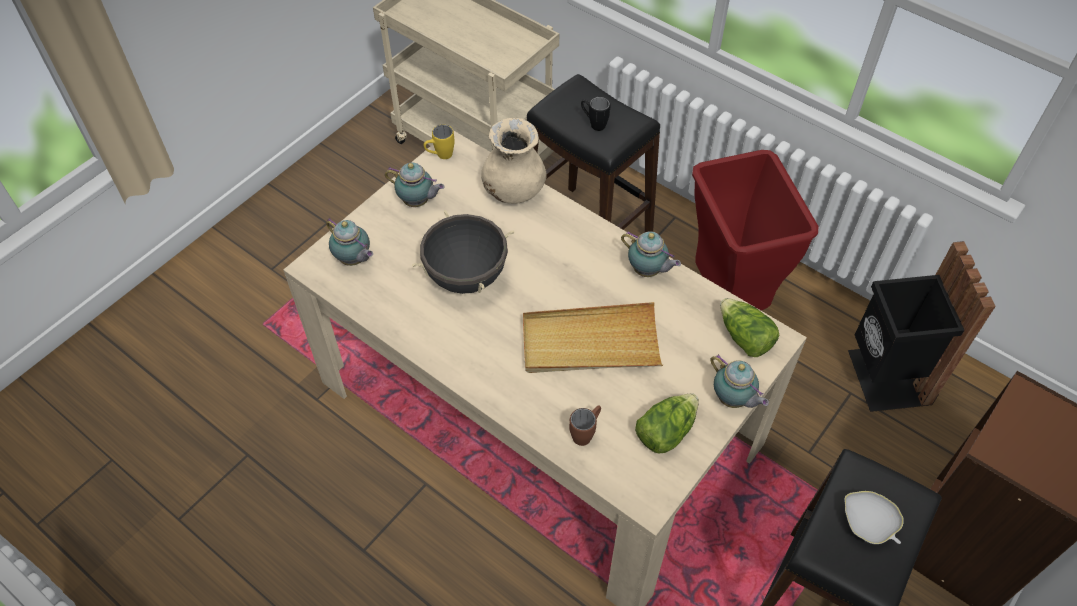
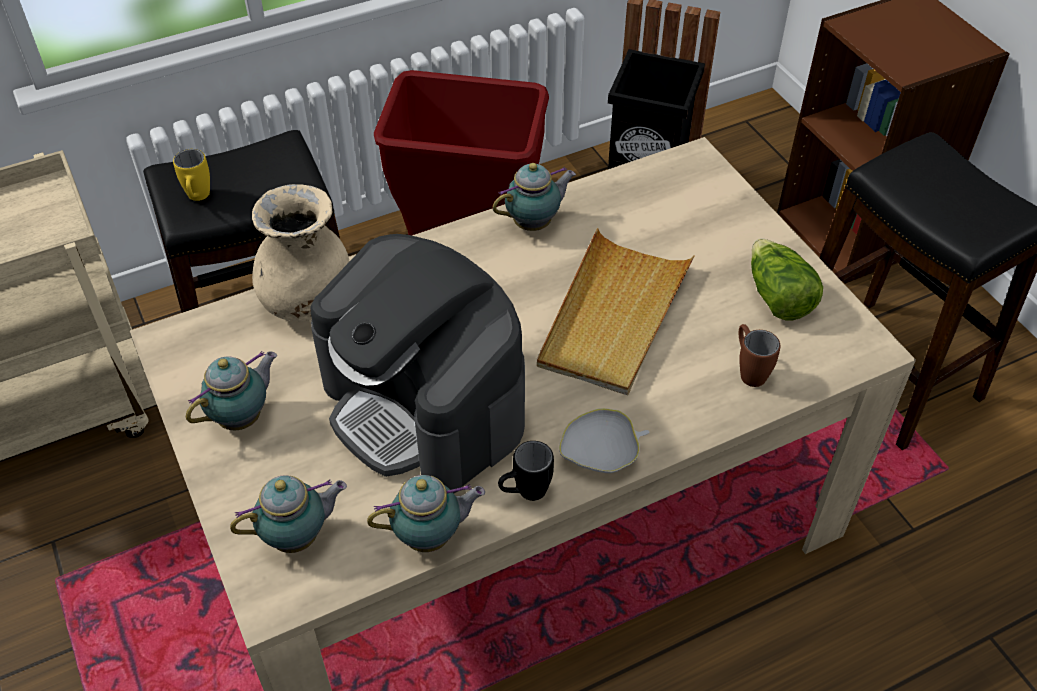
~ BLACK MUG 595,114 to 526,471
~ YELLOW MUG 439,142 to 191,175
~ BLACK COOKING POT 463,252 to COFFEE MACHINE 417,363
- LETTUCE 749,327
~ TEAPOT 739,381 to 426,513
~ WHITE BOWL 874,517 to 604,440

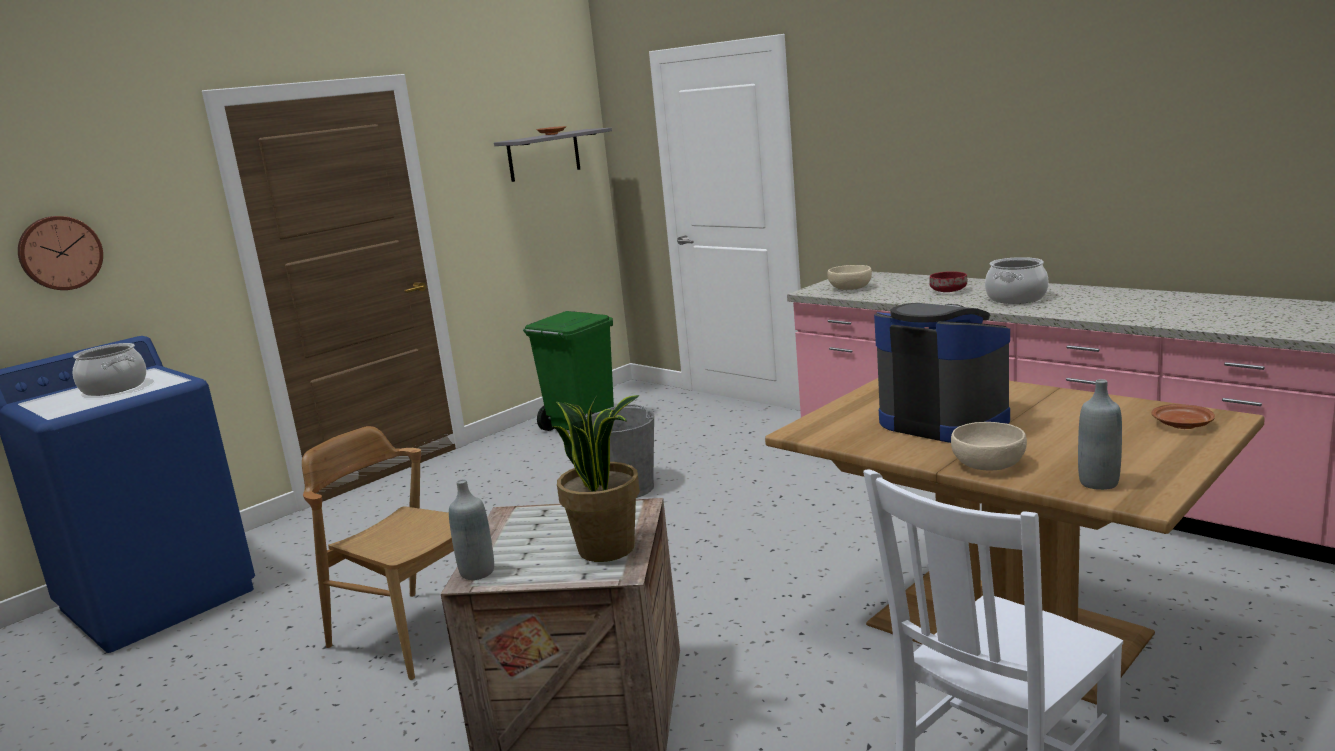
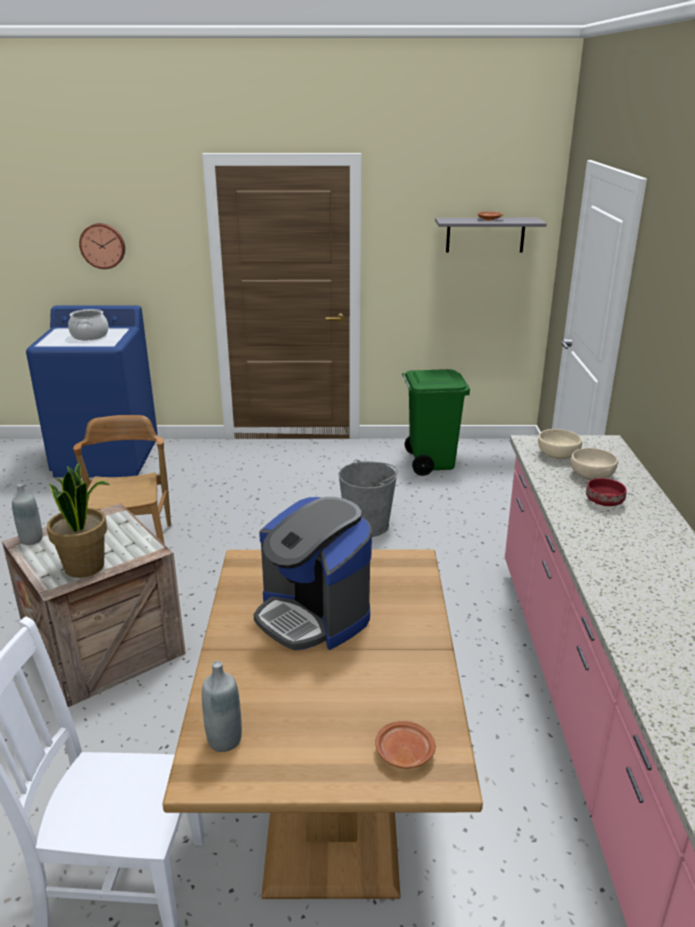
- COOKING POT 1017,280
~ COFFEE MACHINE 942,373 = 312,573 135 degrees clockwise
~ BEIGE BOWL 989,446 to 594,464

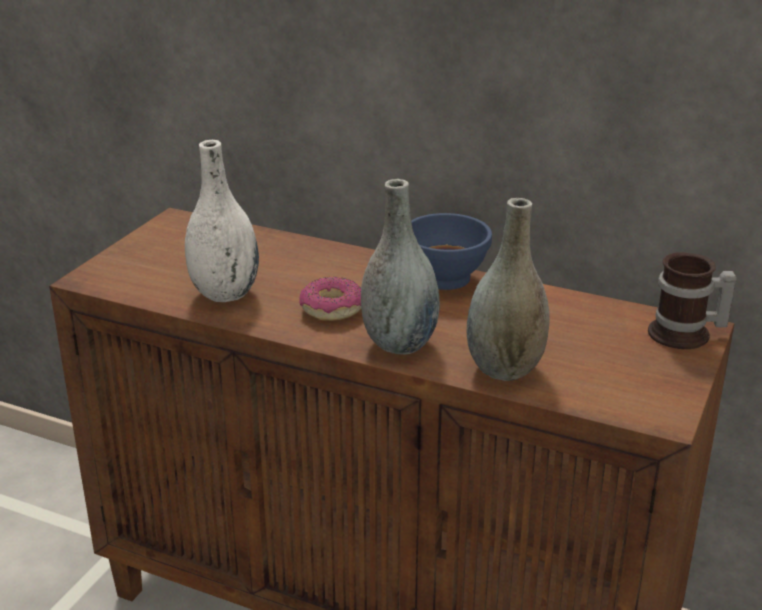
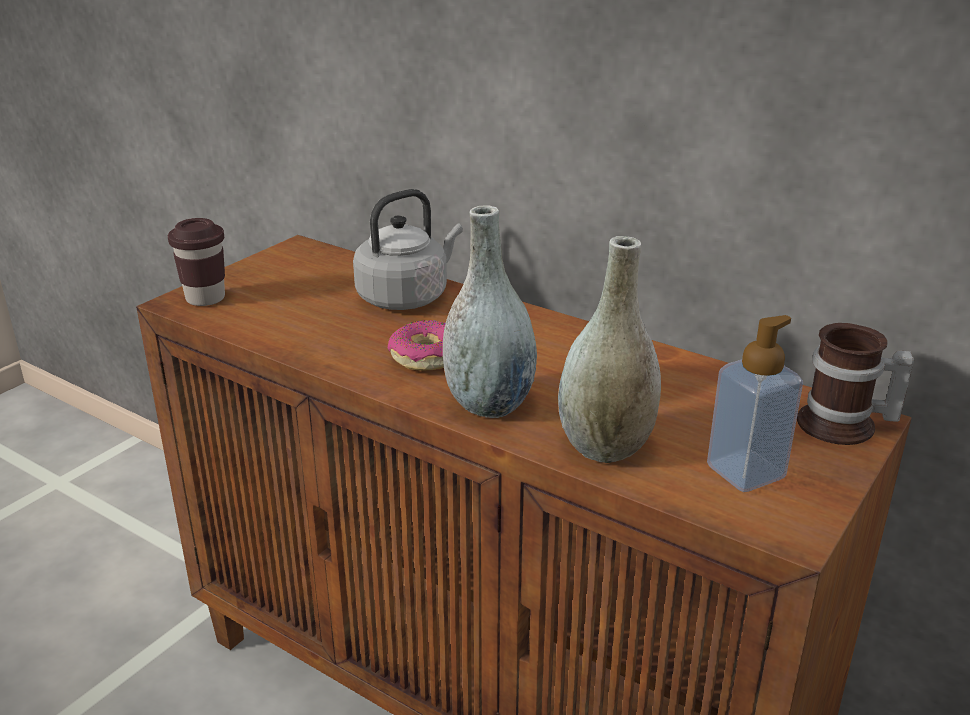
- WHITE VASE 222,221
- BLUE BOWL 451,251
+ GREY KETTLE 408,249
+ BROWN CUP 196,262
+ SOAP DISPENSER 755,403

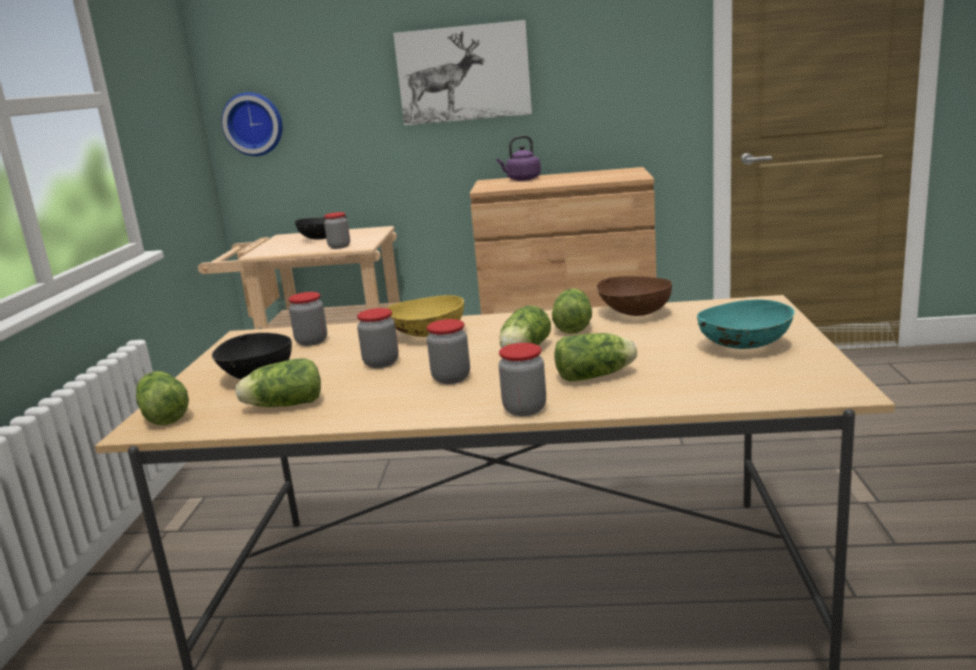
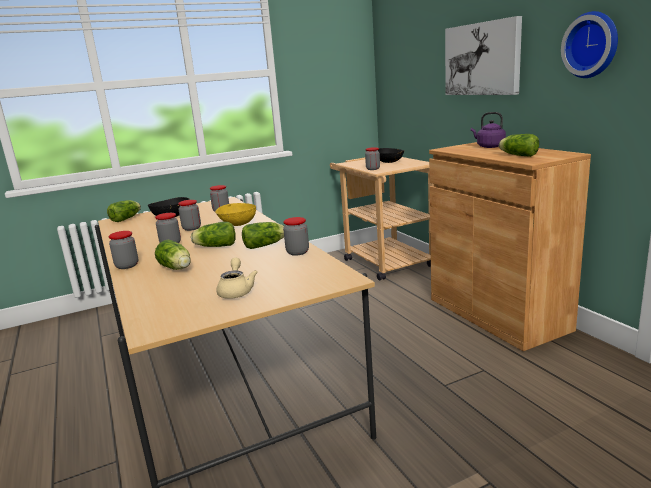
~ WALL CLOCK 252,124 to 589,44
~ BROWN BOWL 634,296 to JAR 296,236
~ TURQUOISE BOWL 746,324 to BEIGE TEAPOT 237,278
~ LETTUCE 278,382 to 519,145

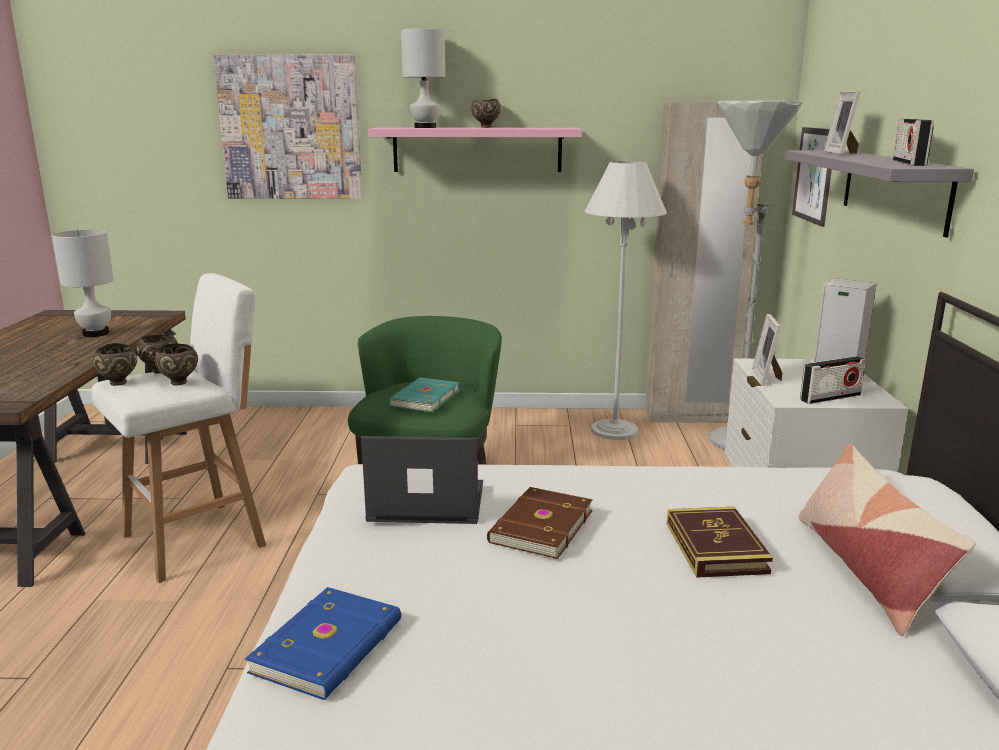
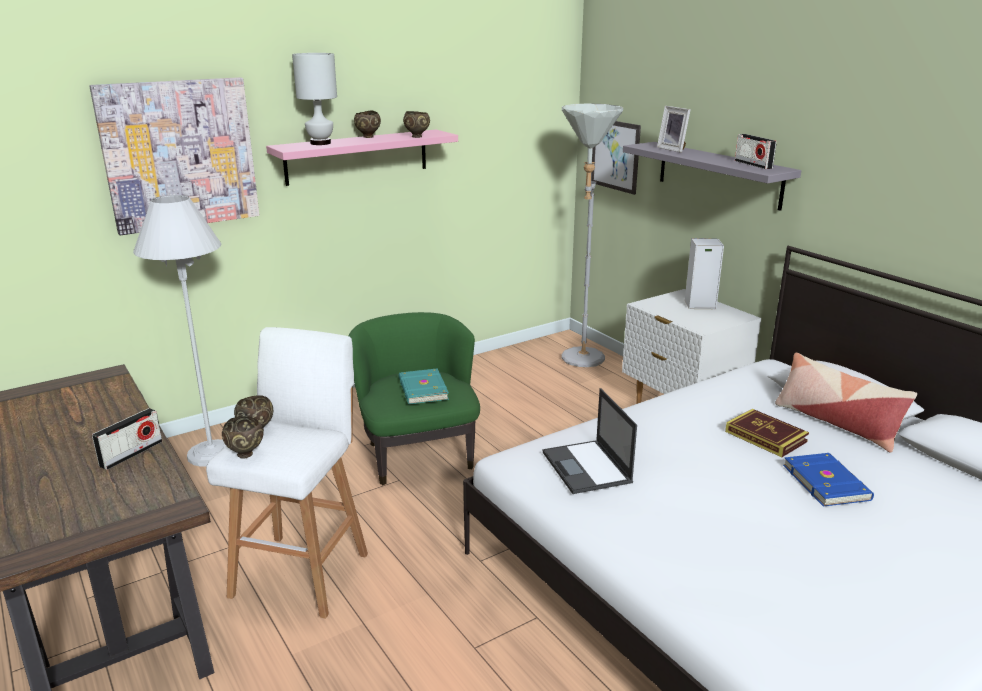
- BEIGE WARDROBE 704,263
~ WHITE FLOOR LAMP 625,300 to 179,331
- WHITE TABLE LAMP 83,283
- PICTURE FRAME 767,350
~ BROWN BOWL 176,364 to 416,124
~ RADIO 833,380 to 127,439
~ LAPTOP 422,480 = 590,441 75 degrees counterclockwise
- BROWN BOOK 540,523
~ BLUE BOOK 323,643 to 828,480

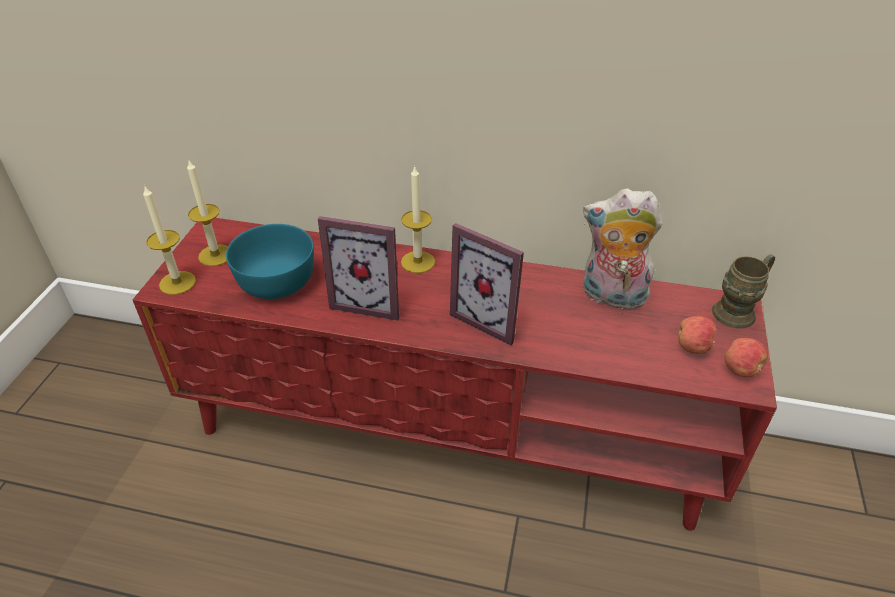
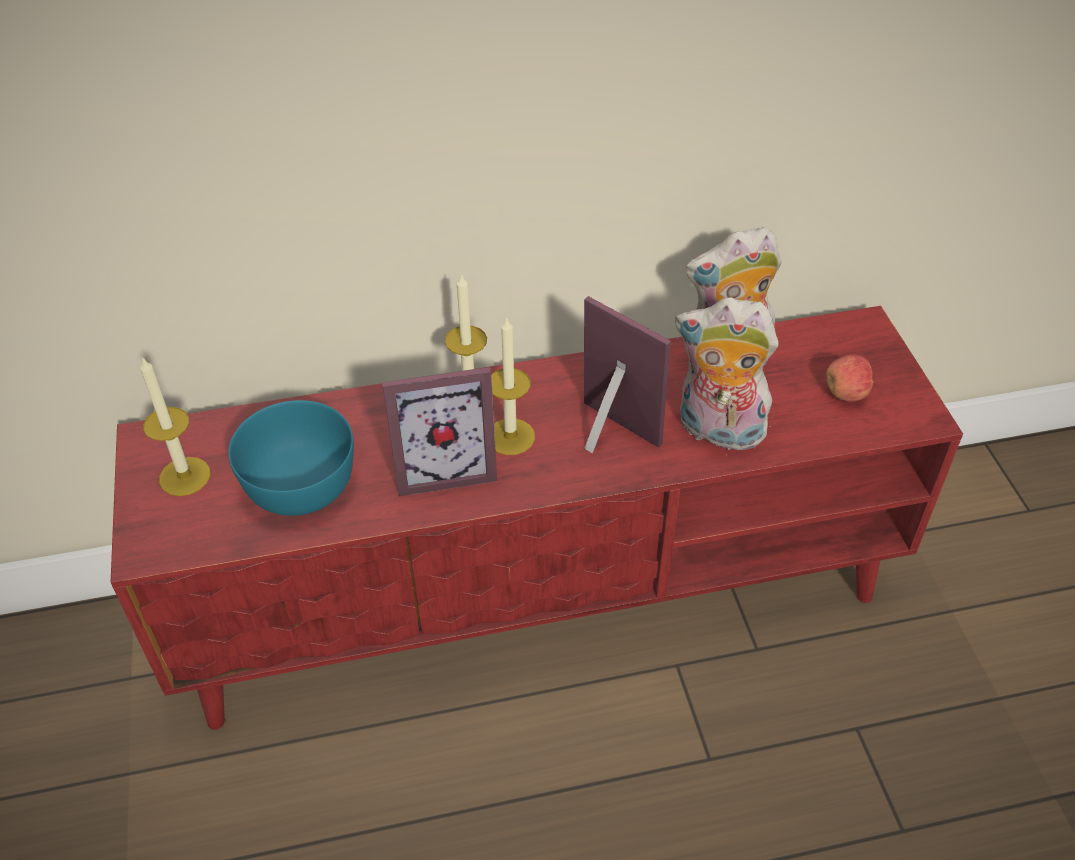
~ CANDLE 169,240 to 513,385
~ PICTURE FRAME 487,284 = 627,375 150 degrees counterclockwise
- BROWN MUG 743,291
- APPLE 746,357
+ PLUSH TOY 727,376

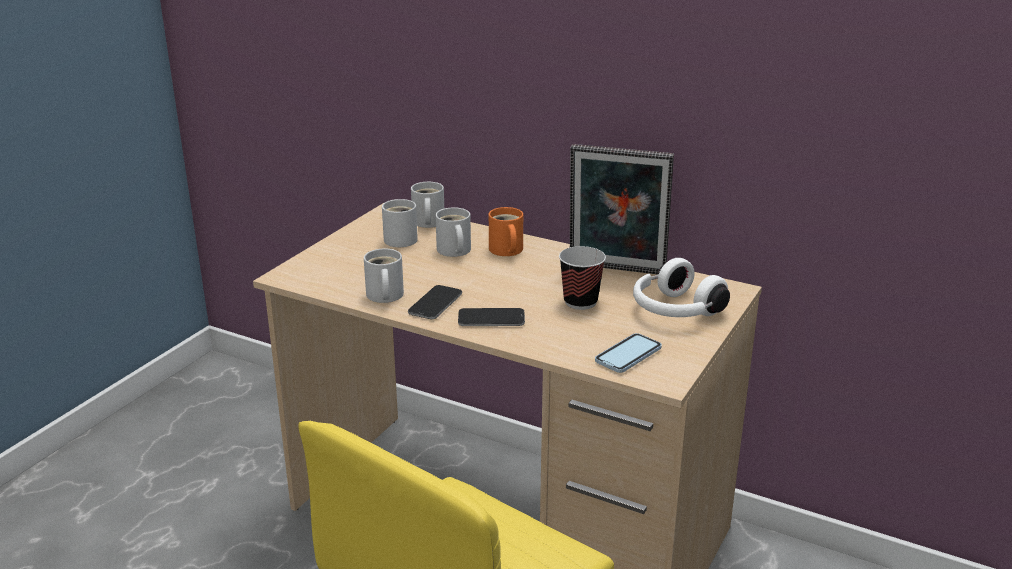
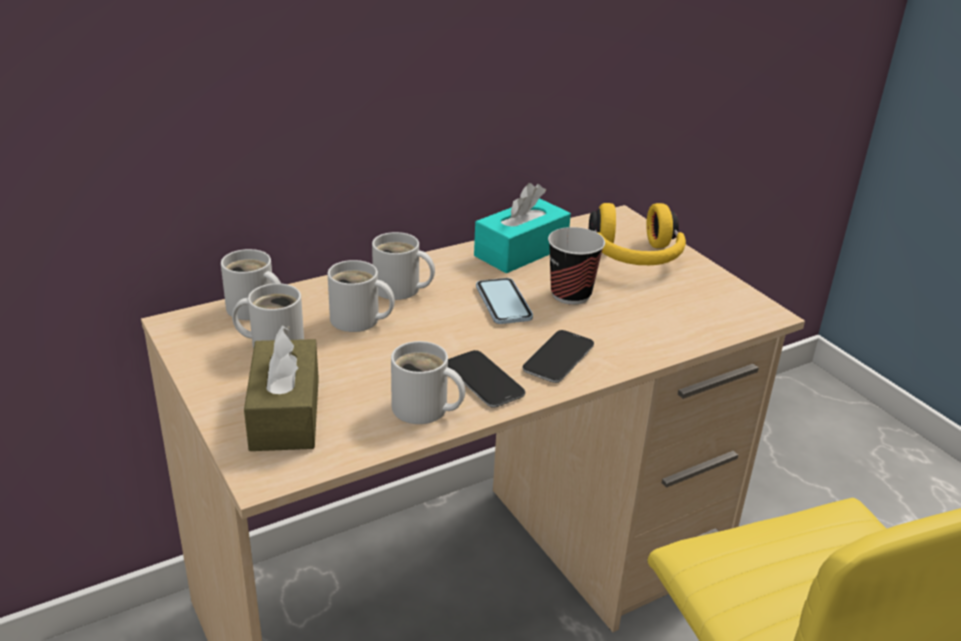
~ PICTURE FRAME 622,209 to TURQUOISE TISSUE BOX 522,228
~ ORANGE MUG 506,231 to WHITE MUG 403,266
~ WHITE HEADPHONES 681,287 to YELLOW HEADPHONES 637,234
~ PHONE 628,353 to 504,301
+ BROWN TISSUE BOX 281,388

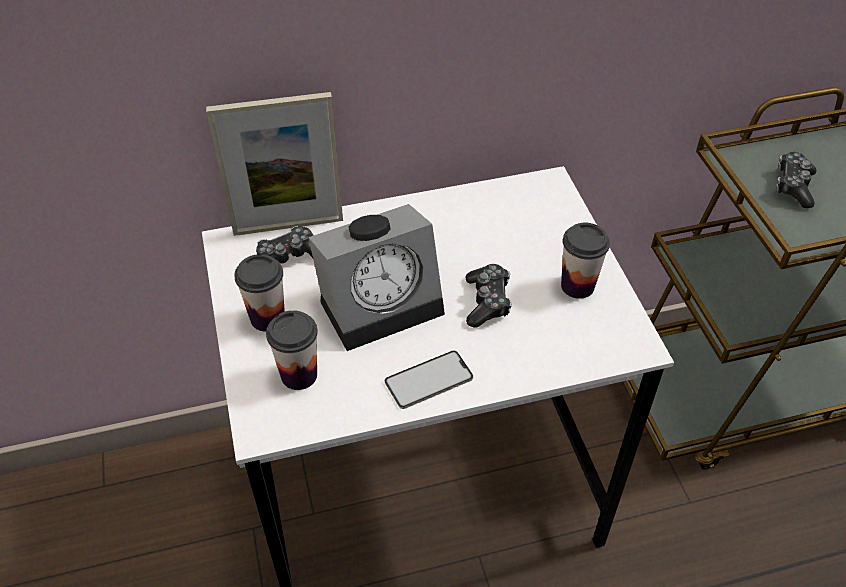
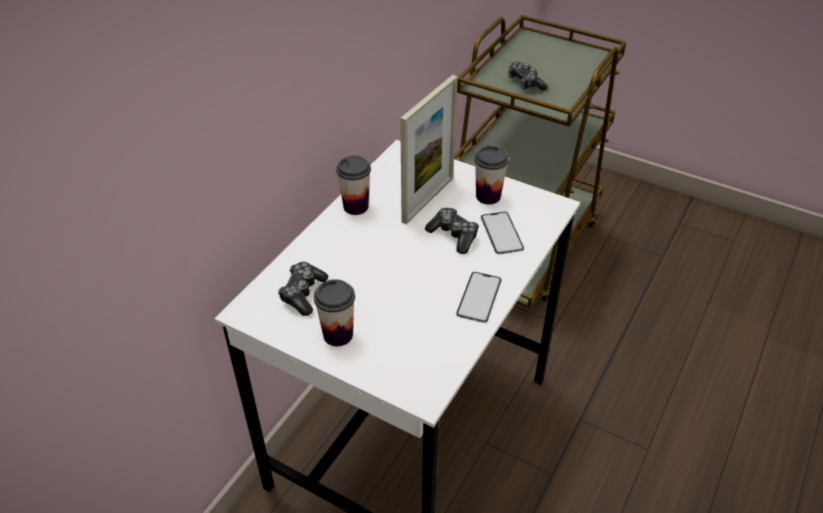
~ PICTURE FRAME 274,164 to 429,149
- ALARM CLOCK 376,277
~ CUP 292,350 to 353,185
+ PHONE 502,233

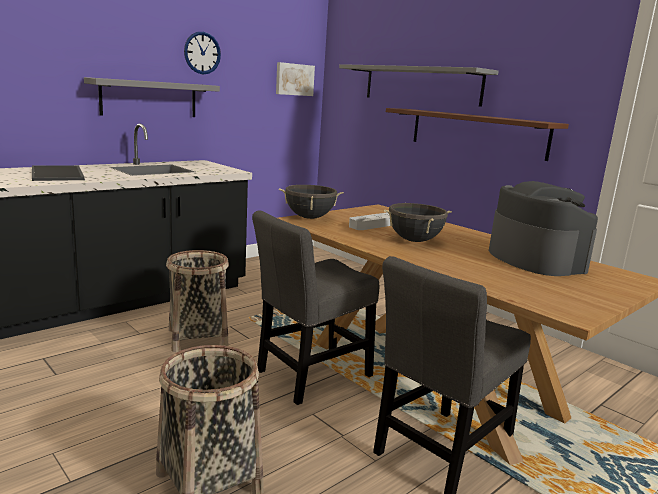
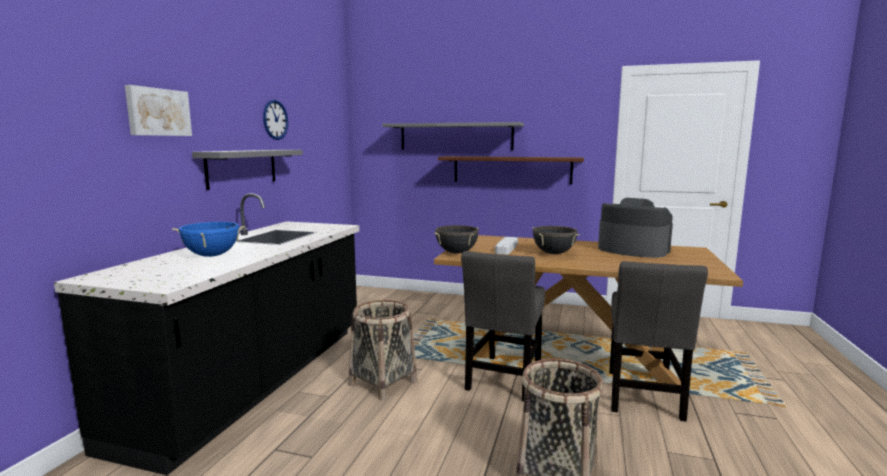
~ PICTURE 295,79 to 158,110
~ TRAY 58,173 to BLUE COOKING POT 209,239

